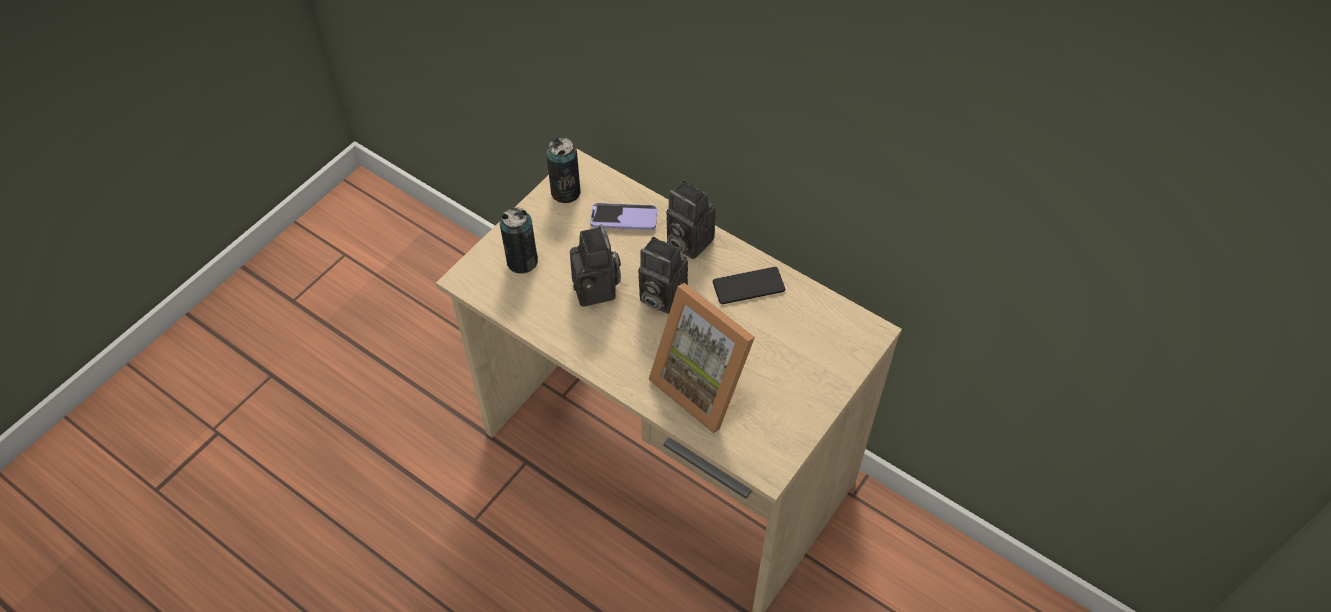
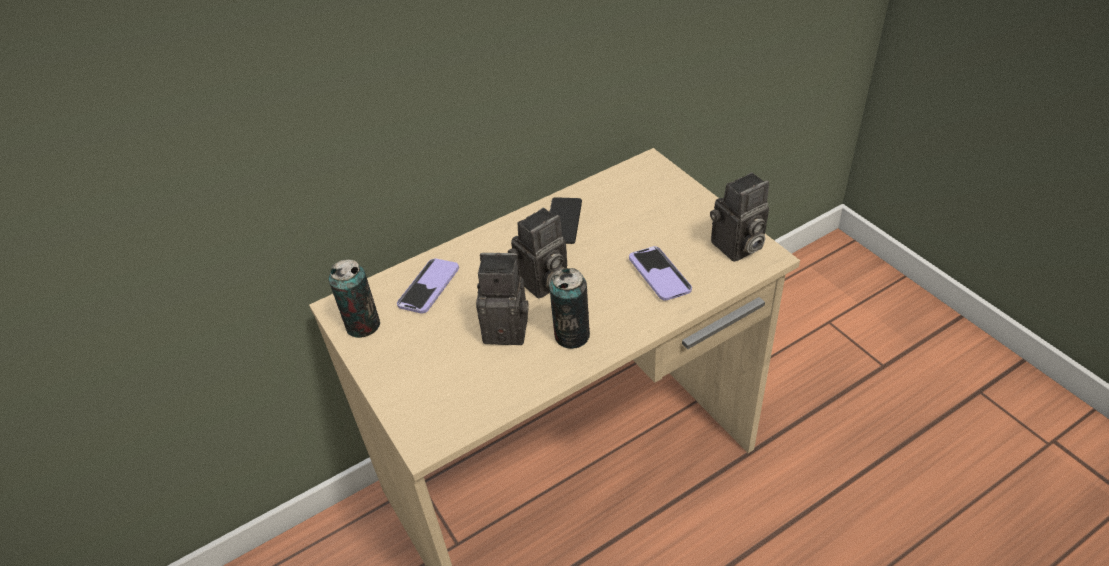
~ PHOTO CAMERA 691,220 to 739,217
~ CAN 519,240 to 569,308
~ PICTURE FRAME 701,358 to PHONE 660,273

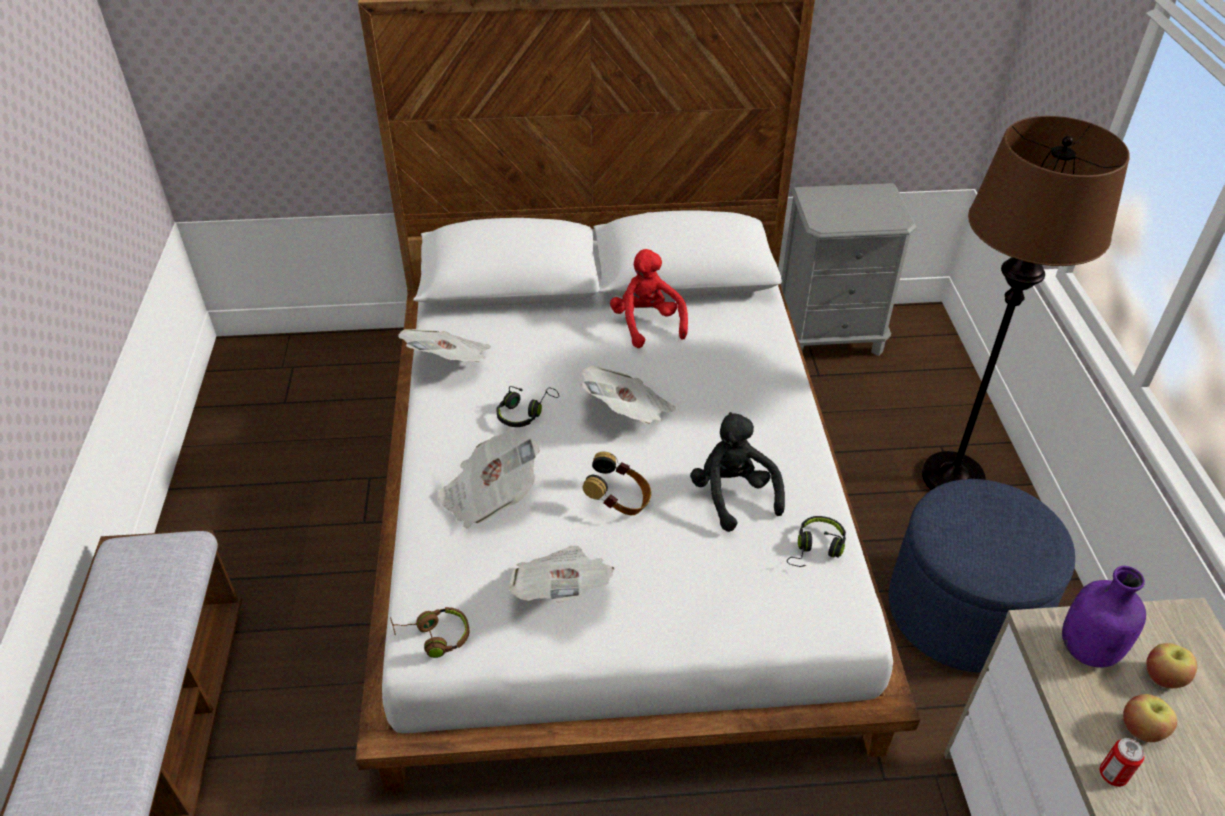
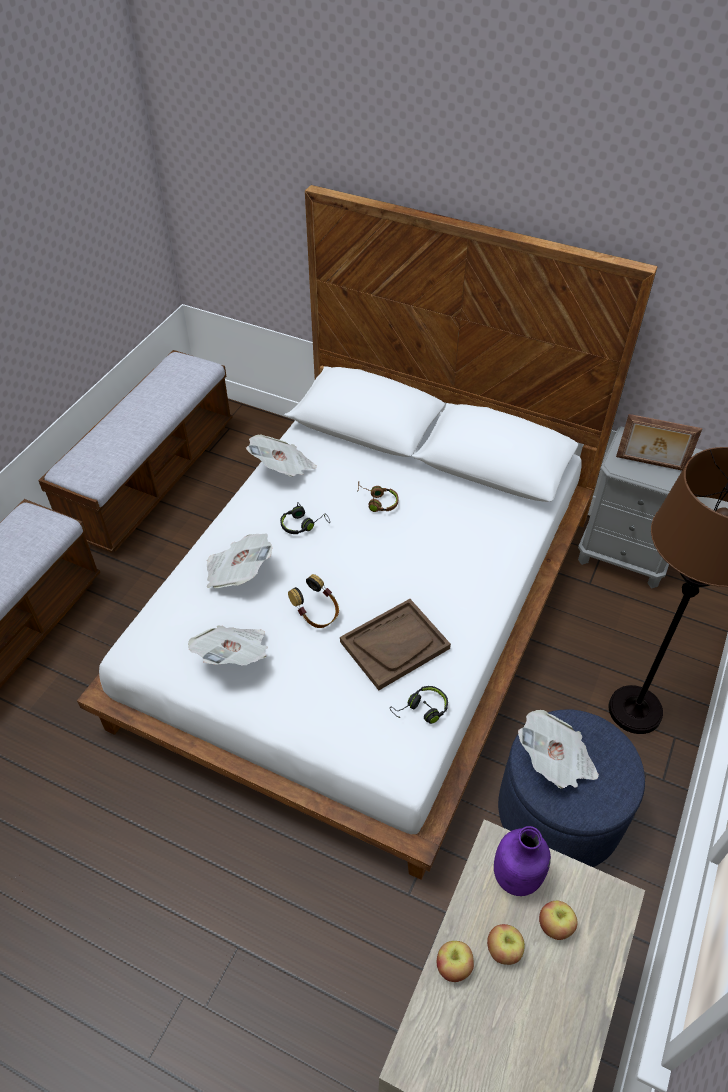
- RED PLUSH TOY 649,298
~ NEWSPAPER 628,395 to 558,749
~ BLACK PLUSH TOY 737,472 to BROWN TRAY 395,644
~ BROWN HEADPHONES 429,632 to 377,497
~ CAN 1122,762 to APPLE 455,961
+ BENCH 135,451
+ PICTURE FRAME 659,442

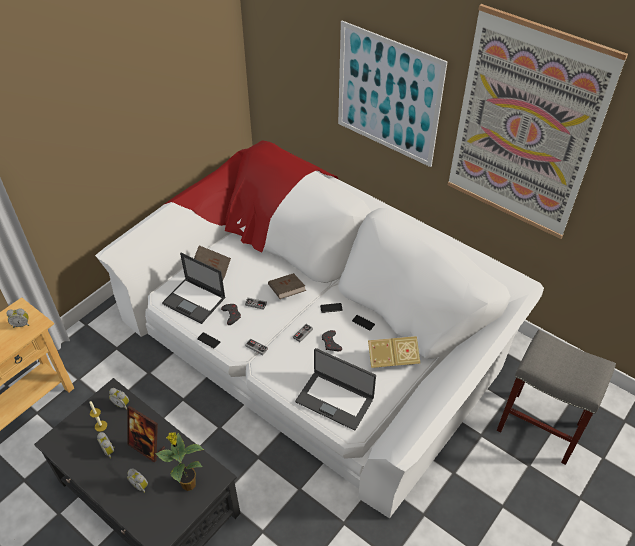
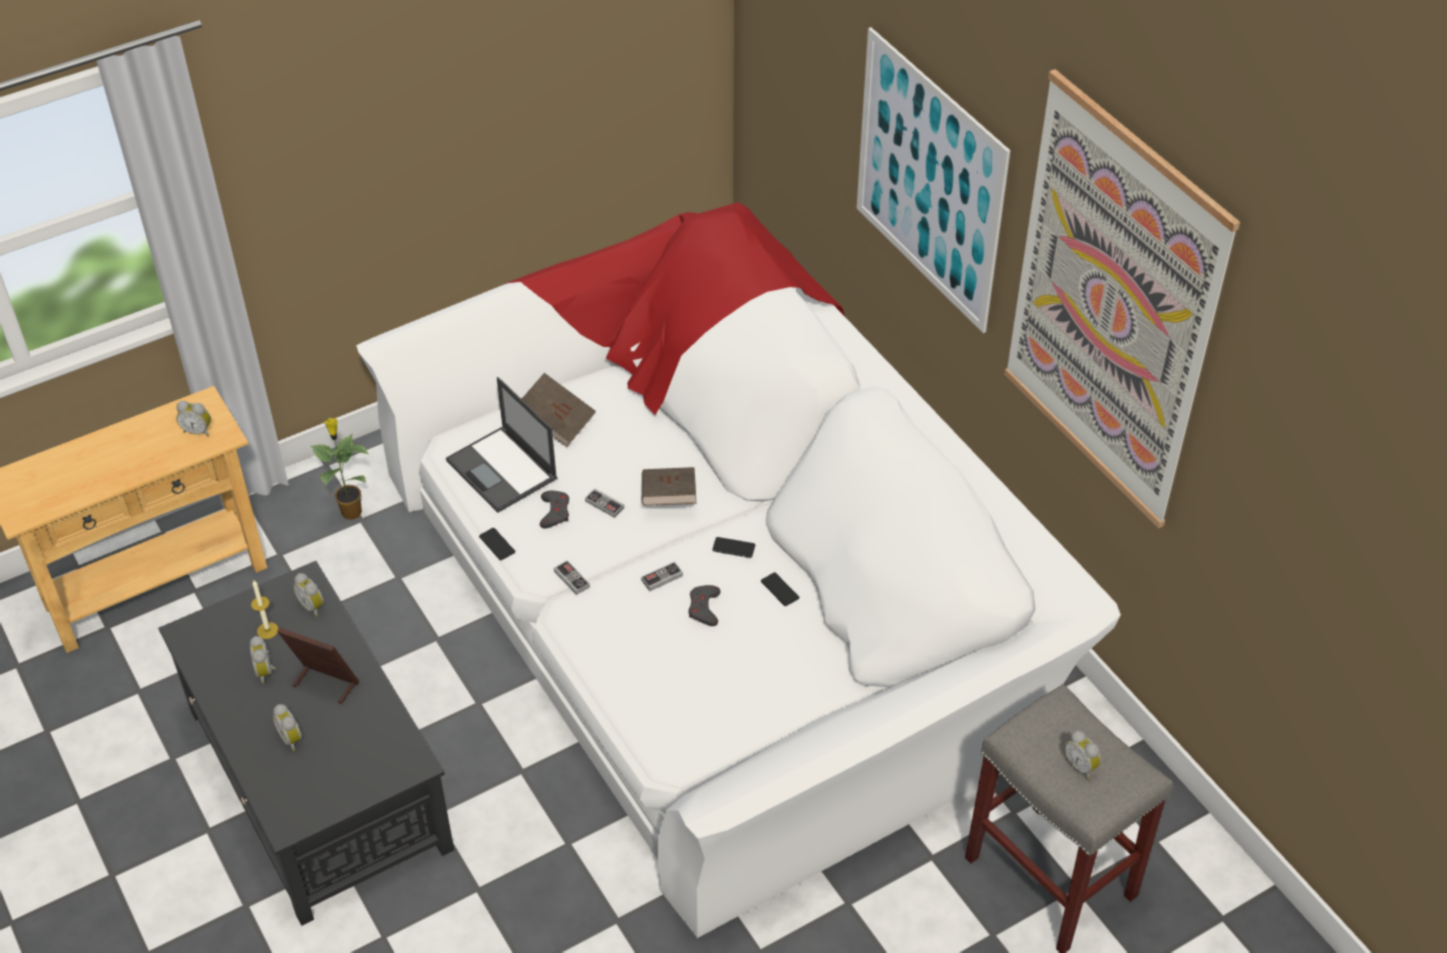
- BOOK 394,352
- LAPTOP 335,389
~ PICTURE FRAME 146,434 = 318,665 150 degrees clockwise
~ POTTED PLANT 179,461 to 340,469
+ ALARM CLOCK 1082,755

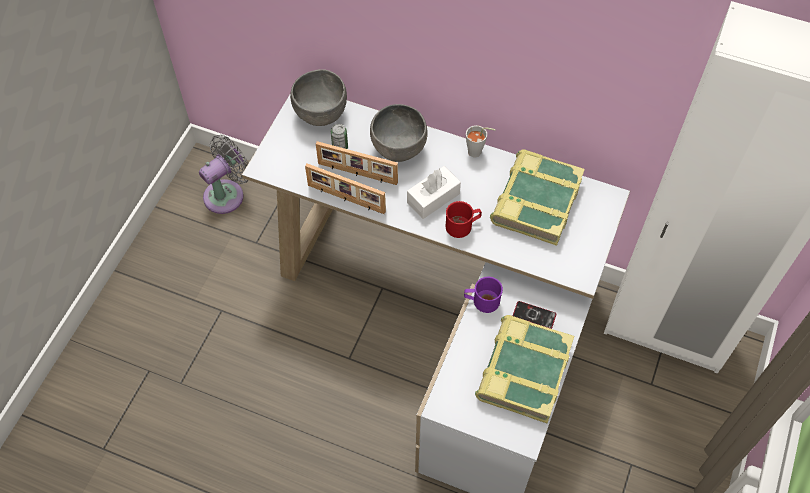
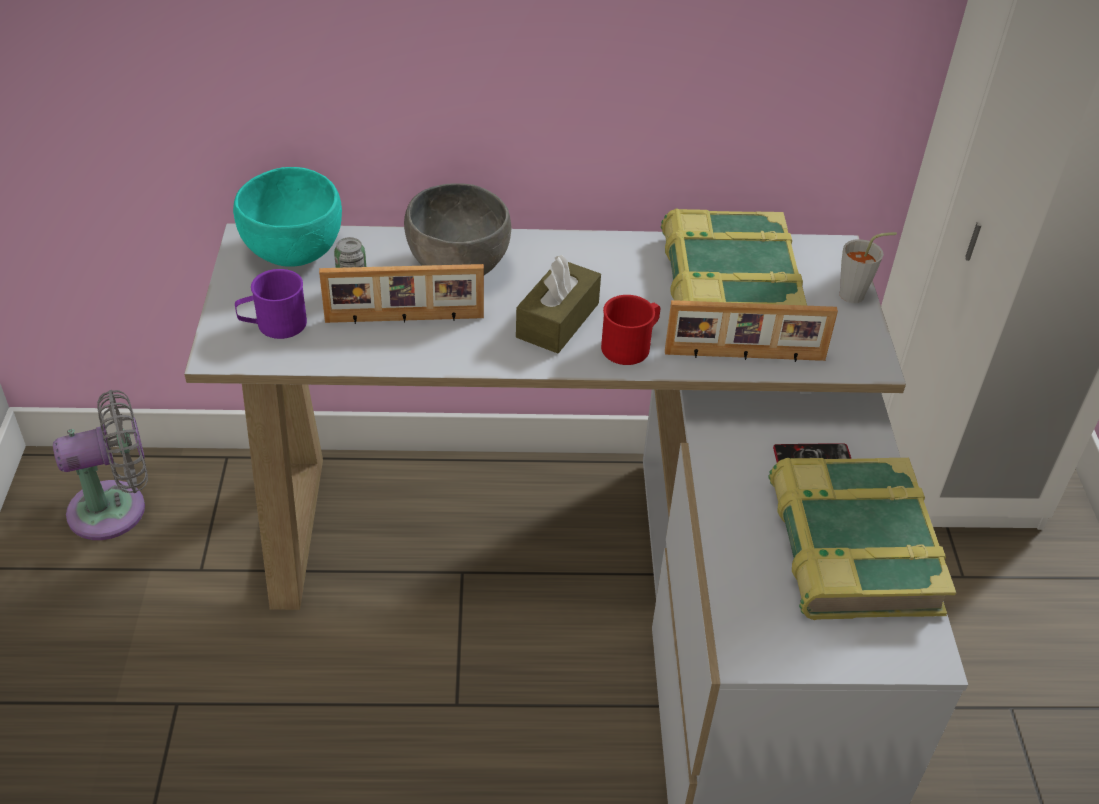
~ GREY BOWL 318,97 to TURQUOISE BOWL 287,216
~ GREY CUP 481,141 to 868,267
~ GREY FAN 223,174 = 100,465 45 degrees clockwise
~ PICTURE FRAME 345,188 to 751,331
~ WHITE TISSUE BOX 434,192 to BROWN TISSUE BOX 558,304
~ PURPLE MUG 483,295 to 271,304

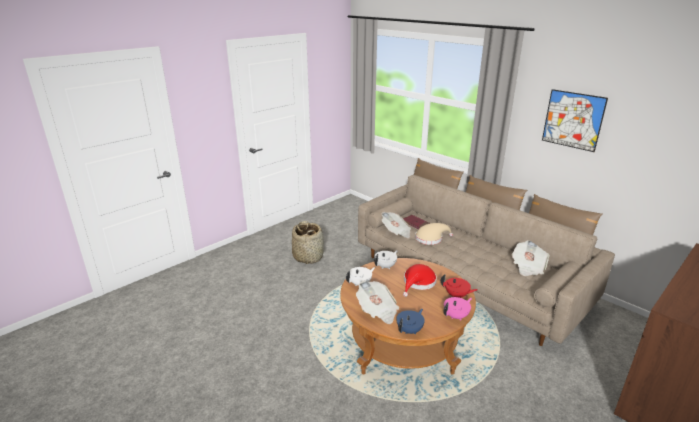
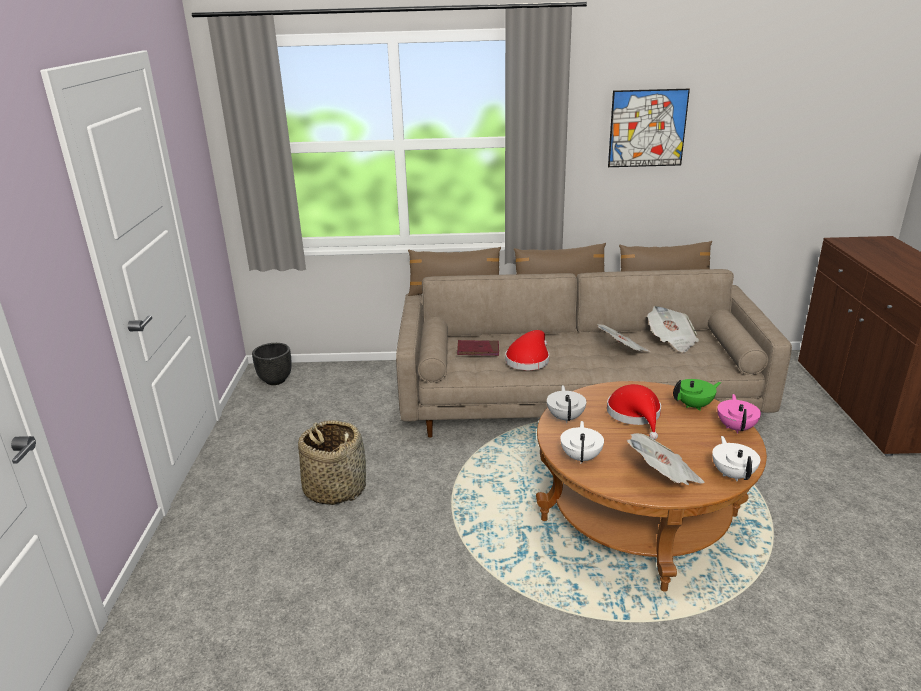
~ NEWSPAPER 396,225 to 624,338
~ BEIGE HAT 434,234 to RED HAT 527,350
~ RED TEAPOT 459,286 to GREEN TEAPOT 697,395
~ BLUE TEAPOT 410,321 to WHITE TEAPOT 736,459
+ BLACK PLANTER 271,364

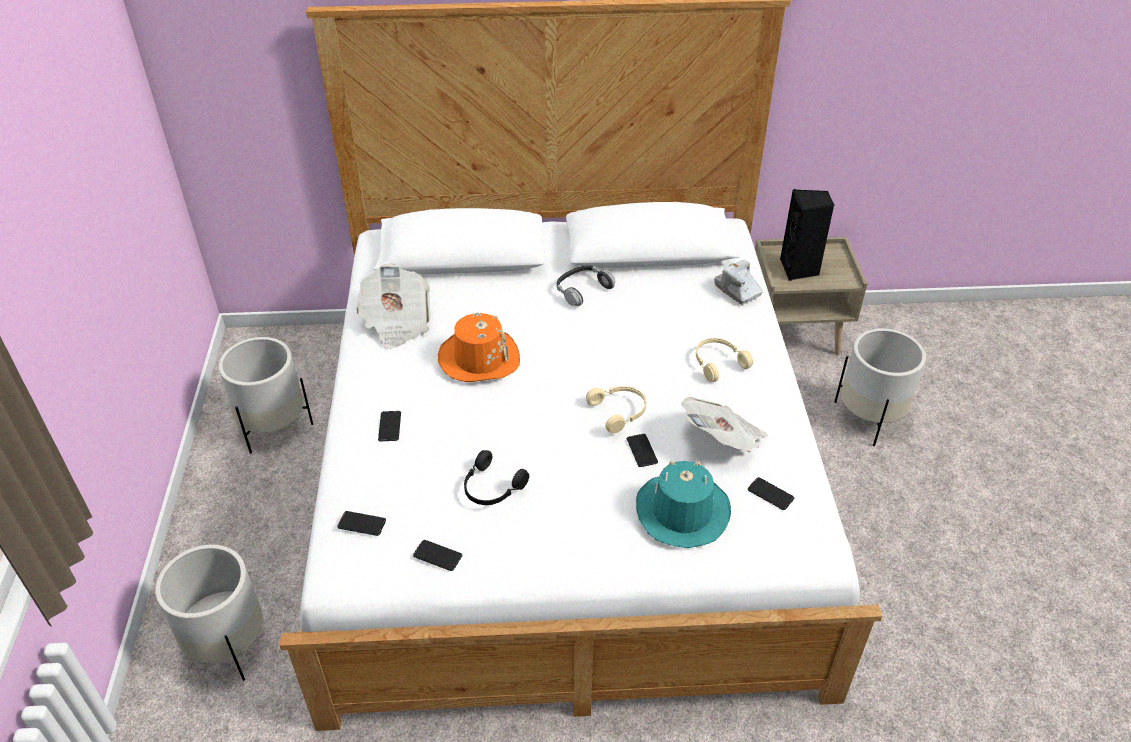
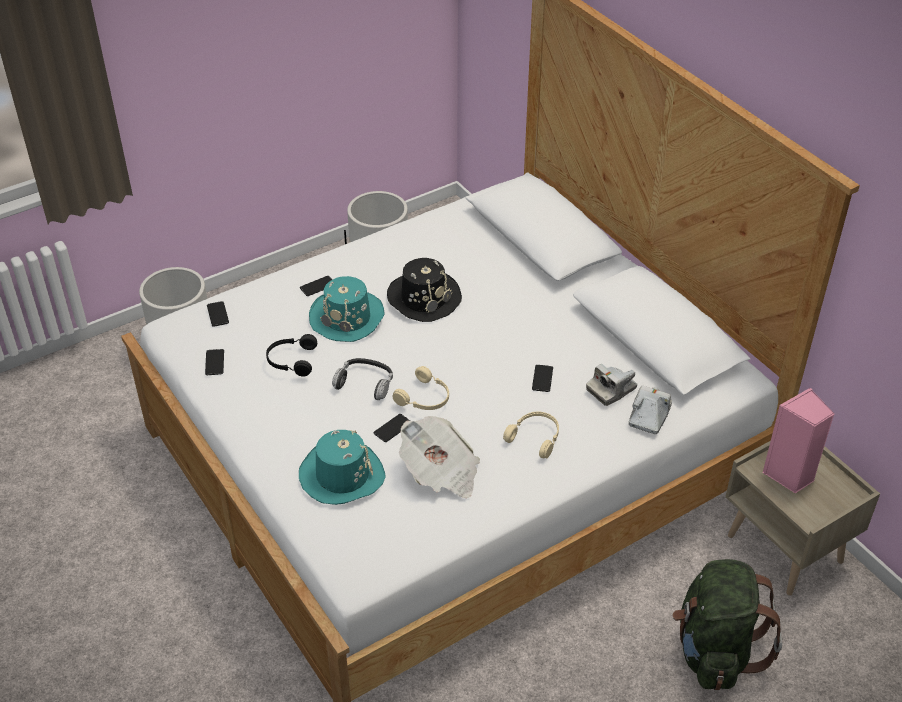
~ BLACK SPEAKER 807,235 to PINK SPEAKER 799,440
- NEWSPAPER 393,306
~ HEADPHONES 586,285 to 362,379
~ ORANGE HAT 479,347 to BLACK HAT 424,290
~ WHITE PLANTER 880,387 to GREEN BACKPACK 727,624
~ PHONE 771,493 to 542,378
+ TURQUOISE HAT 346,309
+ PHOTO CAMERA 611,385

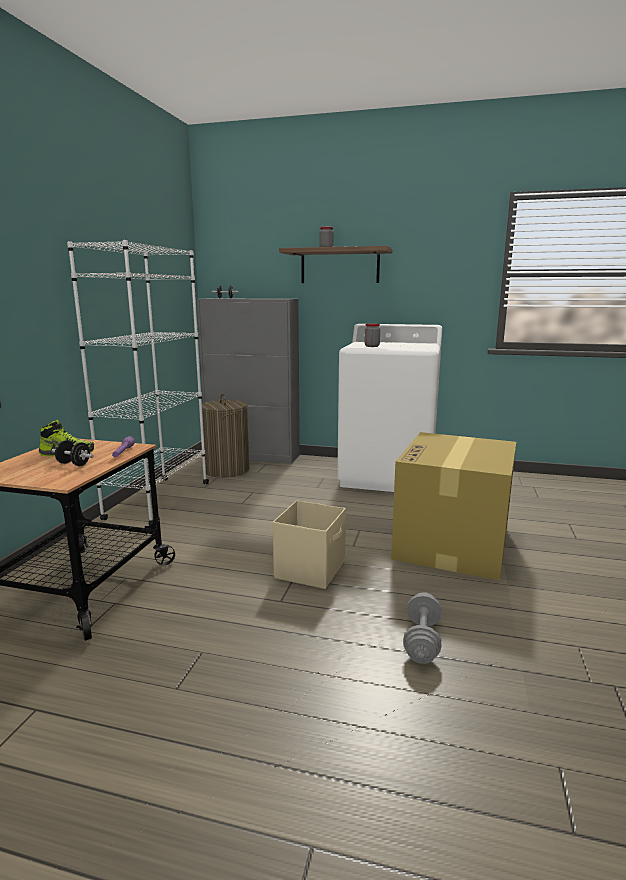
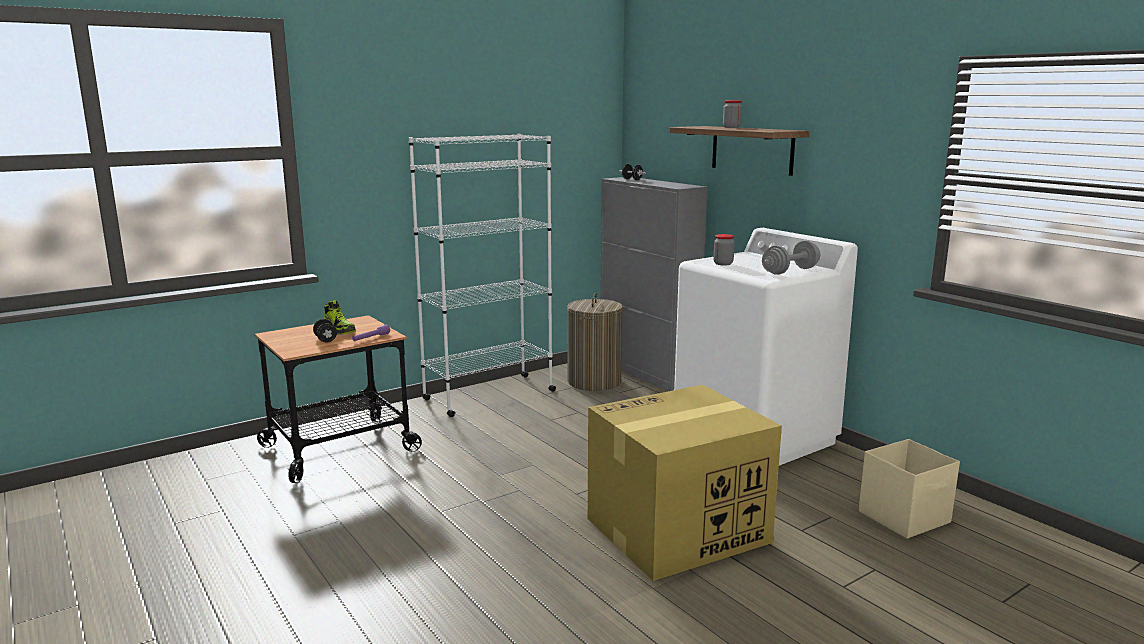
~ BEIGE STORAGE BOX 309,544 to 909,489
~ GREY DUMBBELL 422,628 to 791,258

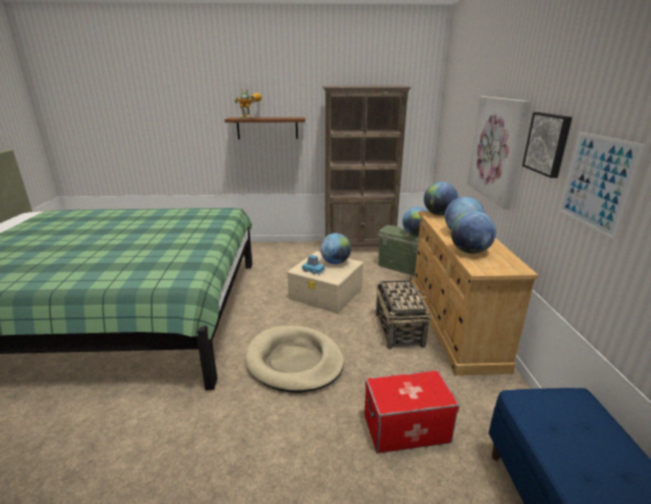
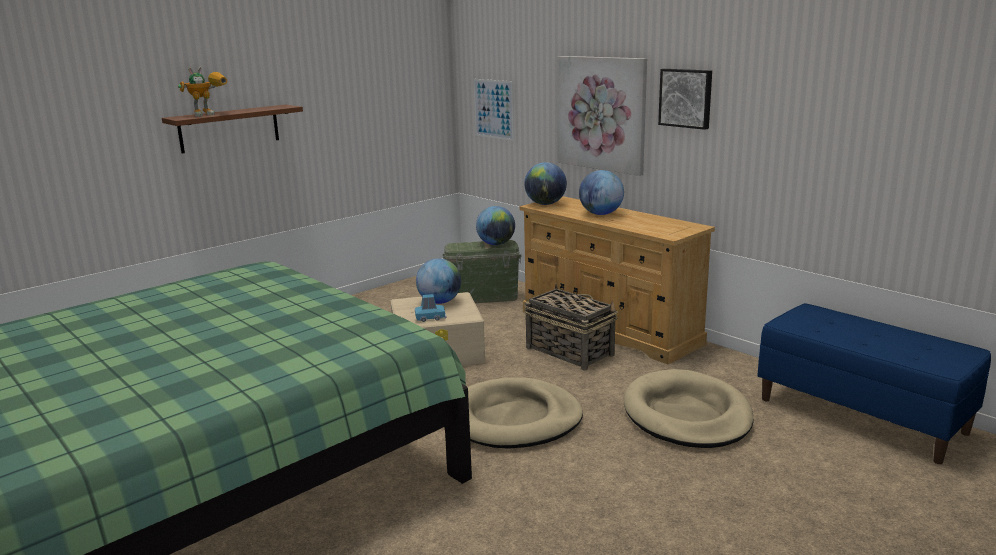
- BROWN BOOKCASE 367,166
~ PICTURE 602,185 to 493,110
- GLOBE 473,232
~ STORAGE BOX 412,411 to BEIGE DOG BED 689,408

